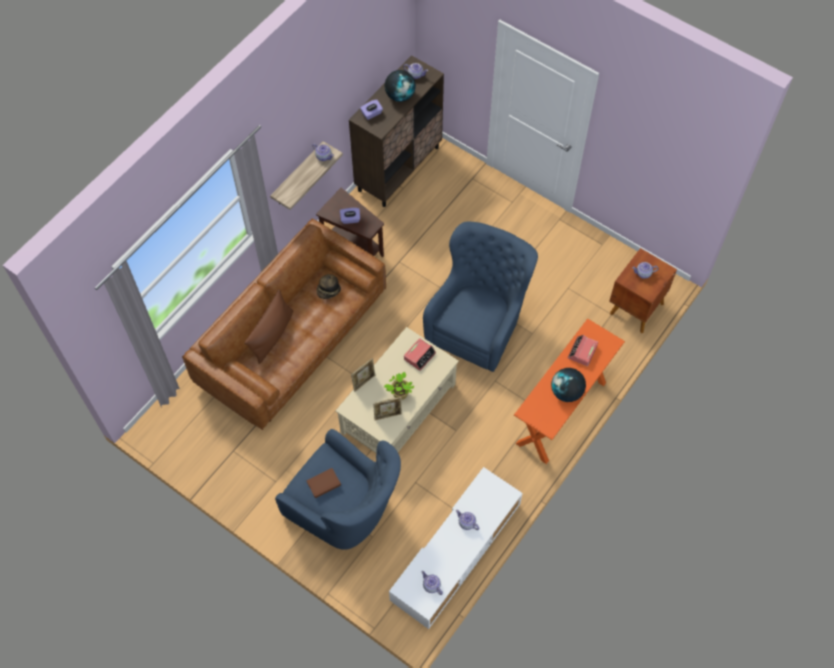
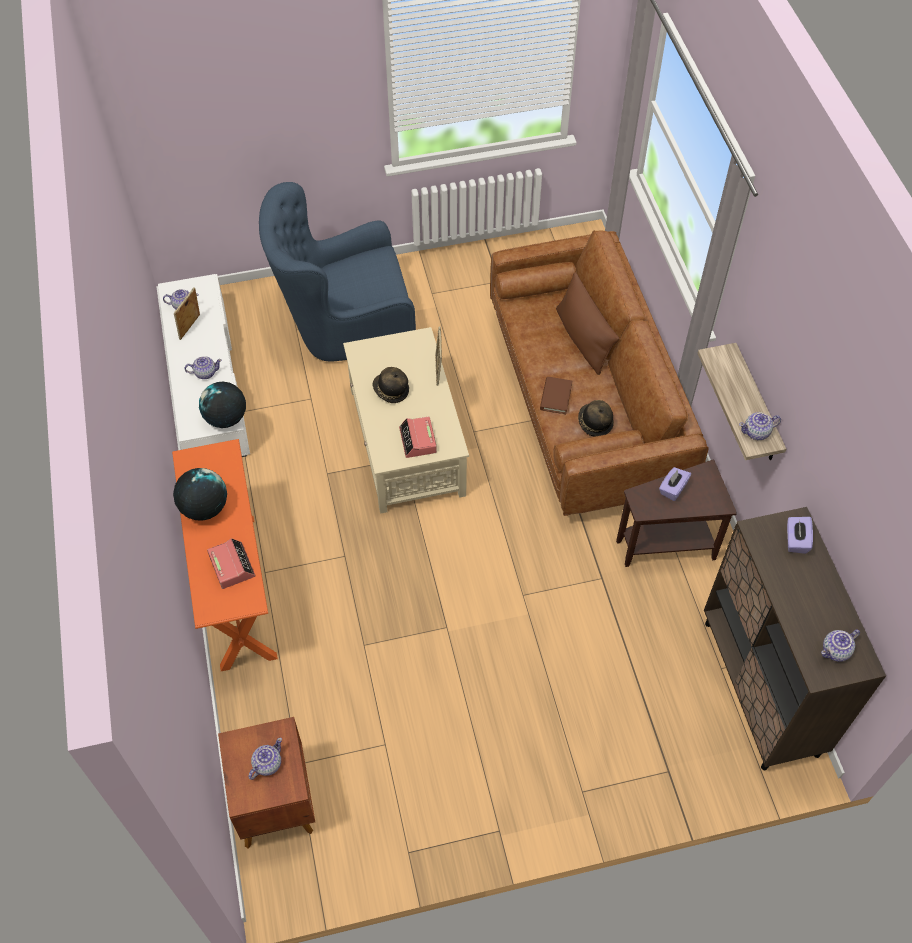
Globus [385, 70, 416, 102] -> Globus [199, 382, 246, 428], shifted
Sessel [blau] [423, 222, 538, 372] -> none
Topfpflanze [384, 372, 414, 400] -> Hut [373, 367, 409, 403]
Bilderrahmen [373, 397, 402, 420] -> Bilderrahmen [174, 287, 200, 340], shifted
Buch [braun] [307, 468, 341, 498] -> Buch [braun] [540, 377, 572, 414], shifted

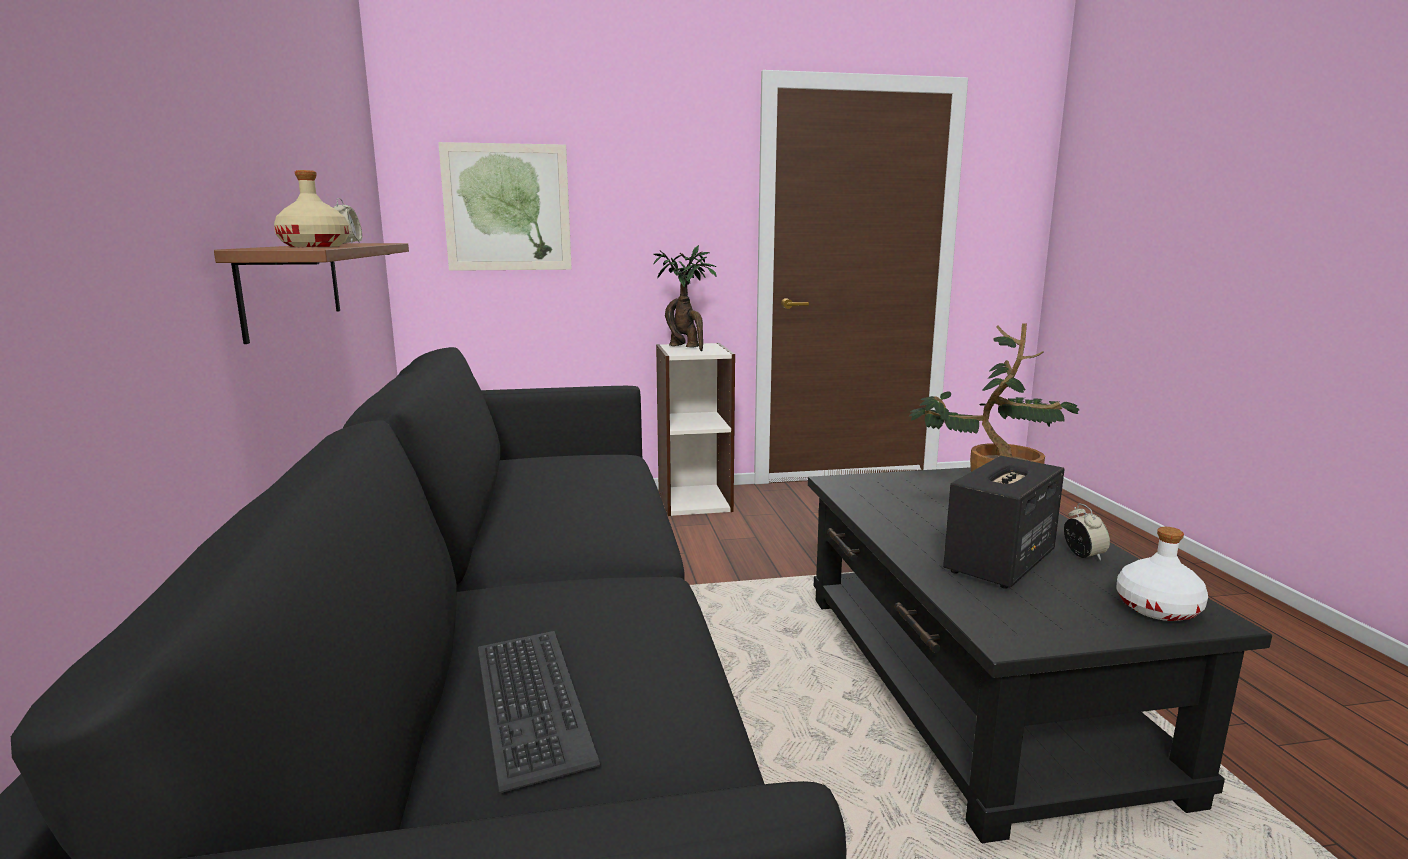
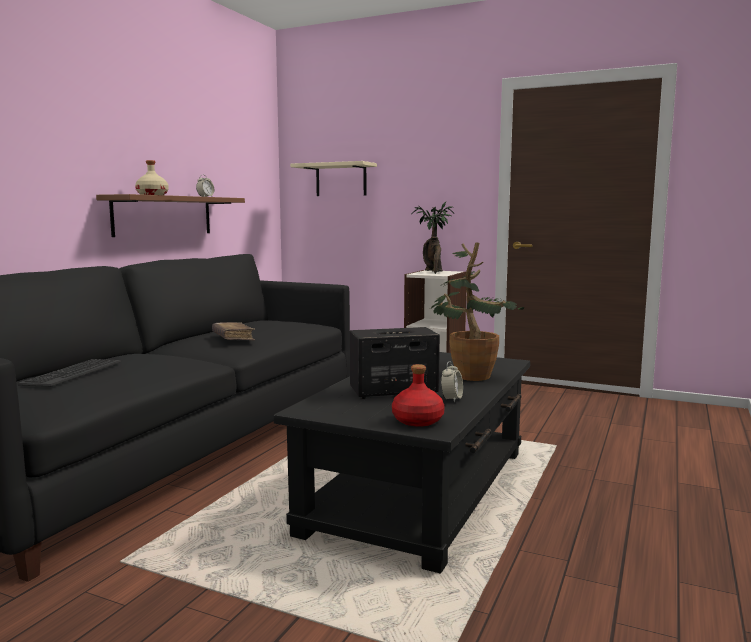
Bild [438, 142, 572, 271] -> Wandregal [beige] [290, 161, 377, 196]
Flasche [weiß] [1116, 527, 1208, 621] -> Flasche [rot] [392, 364, 445, 427]
none -> Buch [braun] [212, 322, 255, 340]

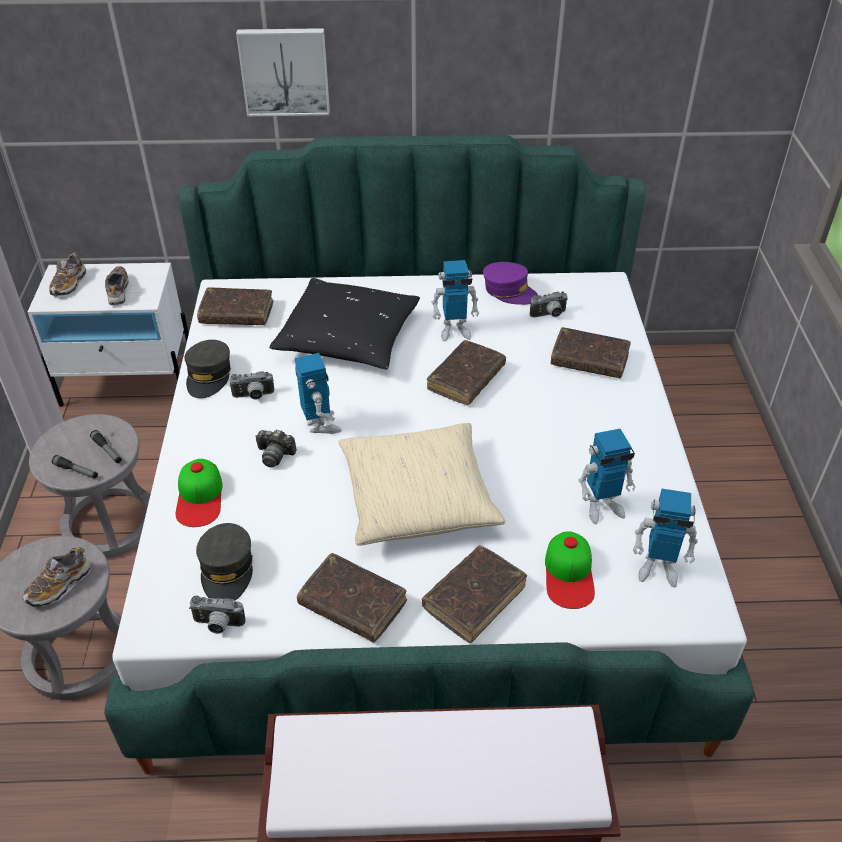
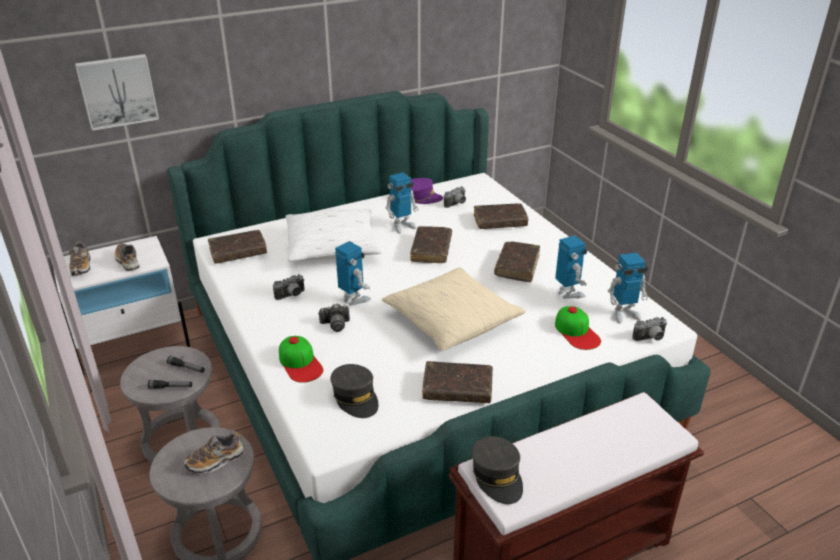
Bild [236, 28, 330, 116] -> Bild [75, 54, 159, 131], shifted
Kissen [schwarz] [269, 278, 420, 370] -> Kissen [weiß] [285, 209, 382, 262]
Kappe [grau] [184, 340, 231, 398] -> Kappe [grau] [472, 436, 523, 504], shifted
Spielzeugroboter [578, 429, 636, 524] -> Spielzeugroboter [555, 235, 587, 298], 75 degrees counterclockwise
Buch [braun] [422, 546, 527, 643] -> Buch [braun] [494, 242, 540, 282], shifted
Schuh [22, 547, 92, 607] -> Schuh [183, 433, 244, 474], 45 degrees clockwise
Kamera [189, 595, 246, 634] -> Kamera [632, 317, 667, 341], shifted

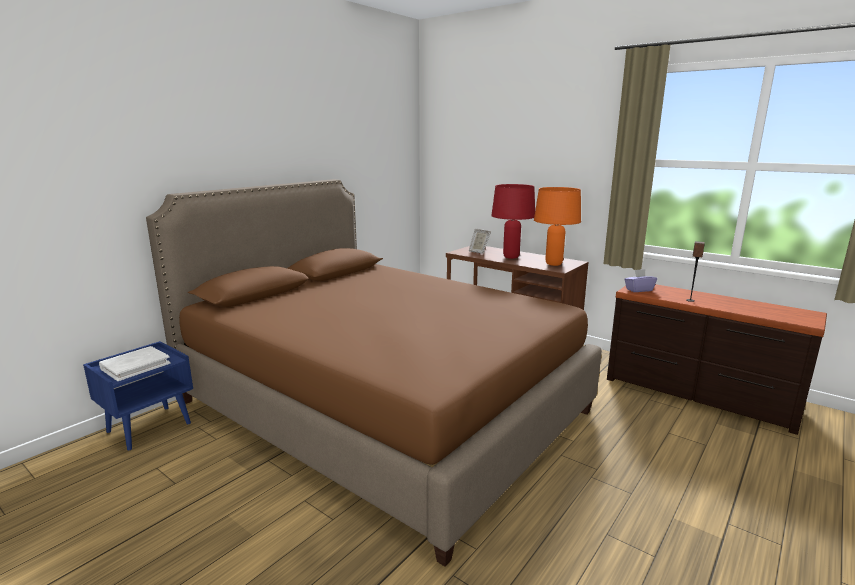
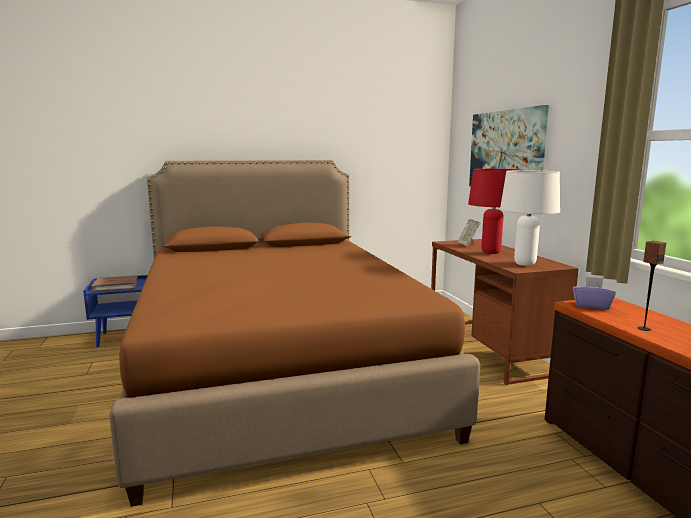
Tischlampe [orange] [534, 187, 581, 266] -> Tischlampe [weiß] [500, 170, 560, 266]
Buch [weiß] [99, 346, 170, 381] -> Buch [braun] [92, 275, 138, 292]
none -> Bild [469, 105, 549, 186]

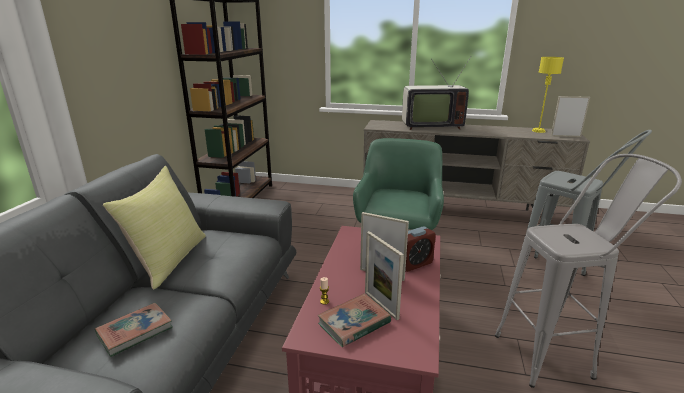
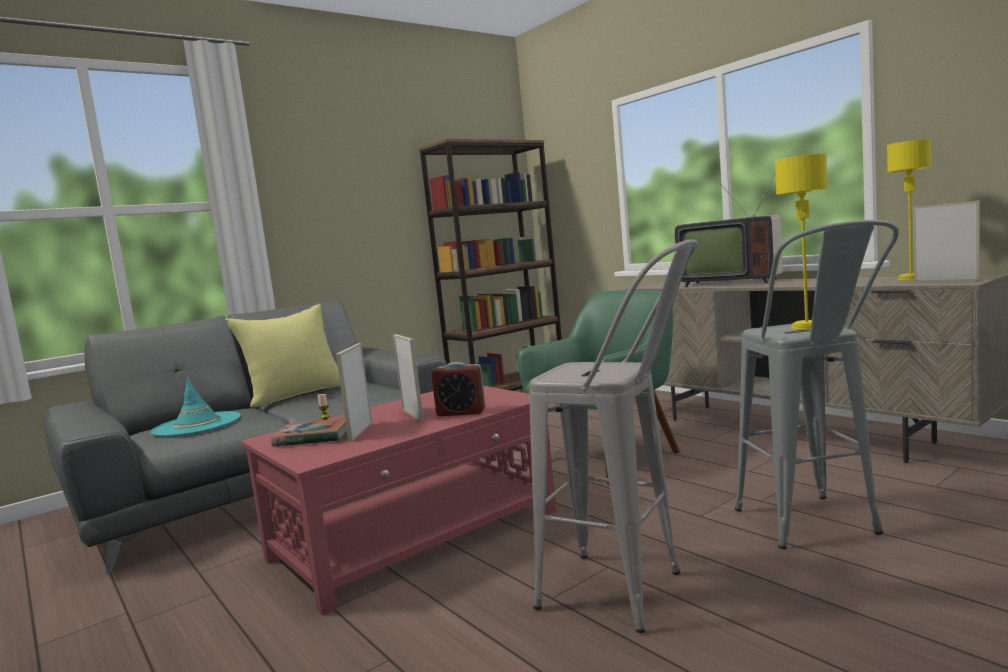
Buch [95, 303, 173, 357] -> Hut [türkis] [151, 377, 241, 437]
none -> Tischlampe [gelb] [775, 153, 828, 330]

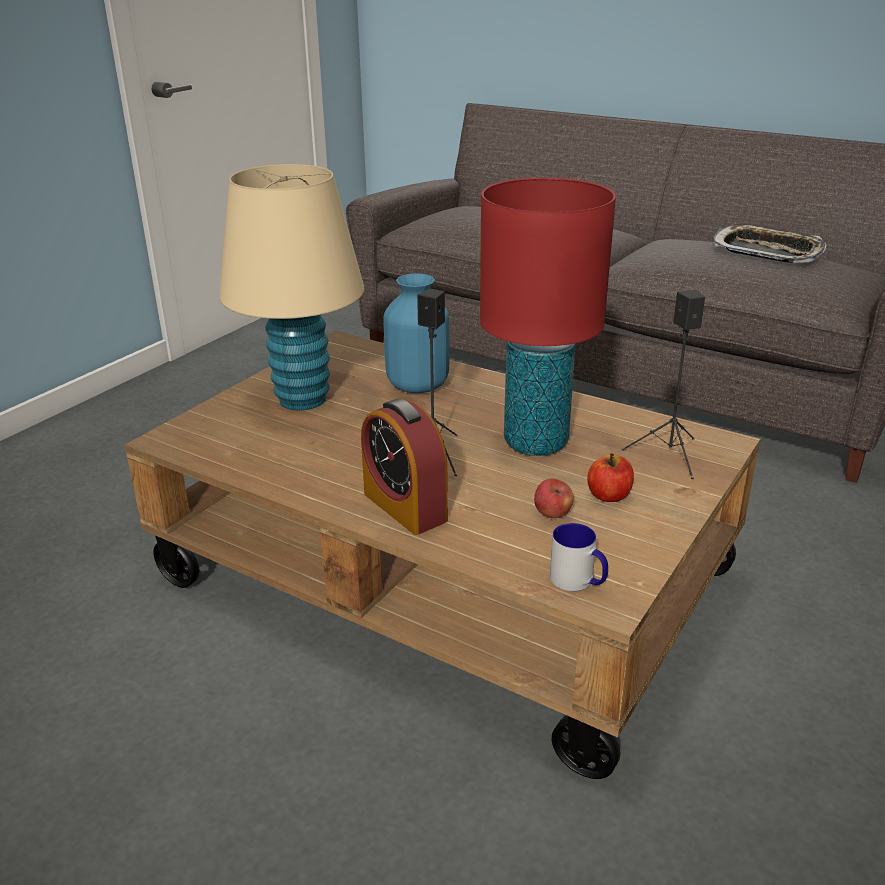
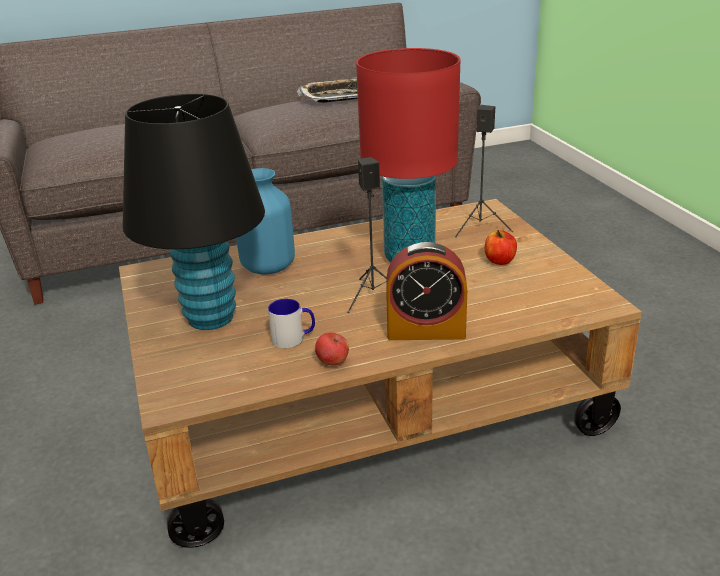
Tischlampe [beige] [219, 164, 364, 410] -> Tischlampe [schwarz] [123, 94, 265, 330]
Apfel [534, 478, 574, 518] -> Apfel [315, 332, 349, 365], shifted
Henkelbecher [550, 523, 608, 591] -> Henkelbecher [268, 299, 315, 348], shifted

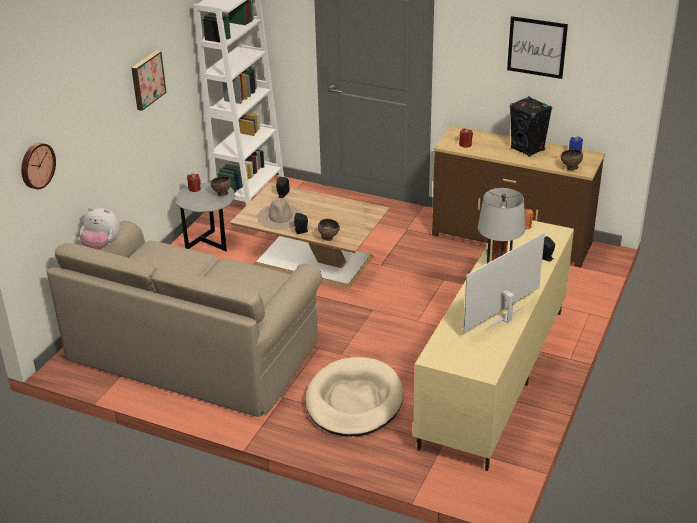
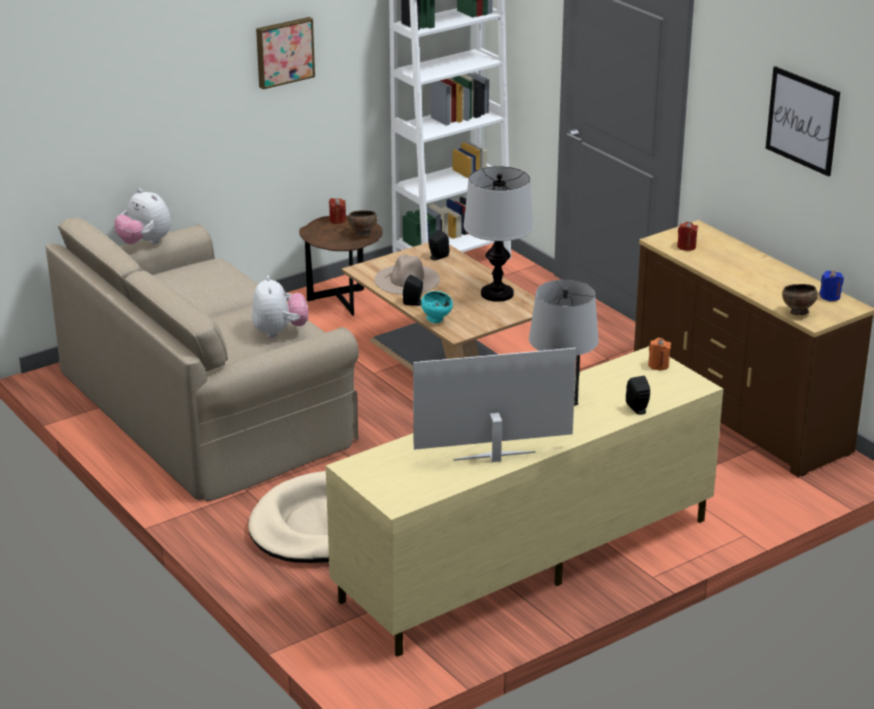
Lautsprecher [schwarz] [510, 96, 552, 157] -> none
Wanduhr [21, 143, 56, 189] -> none
Beistelltisch [grau] [175, 182, 235, 252] -> Beistelltisch [braun] [299, 216, 383, 316]
Schüssel [braun] [318, 219, 340, 241] -> Schüssel [türkis] [421, 291, 453, 323]
none -> Tischlampe [464, 166, 534, 302]
none -> Plüschtier [252, 276, 308, 338]

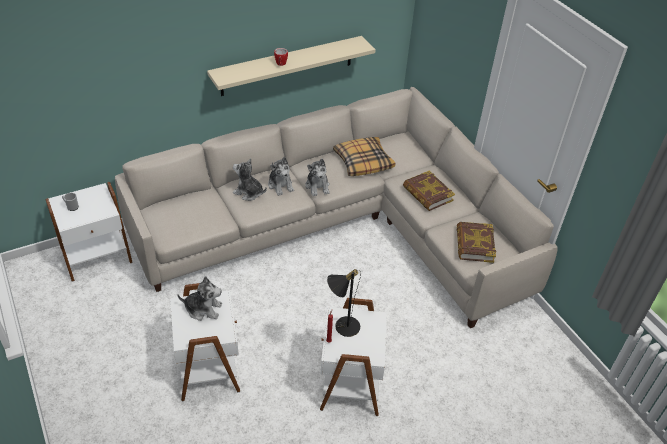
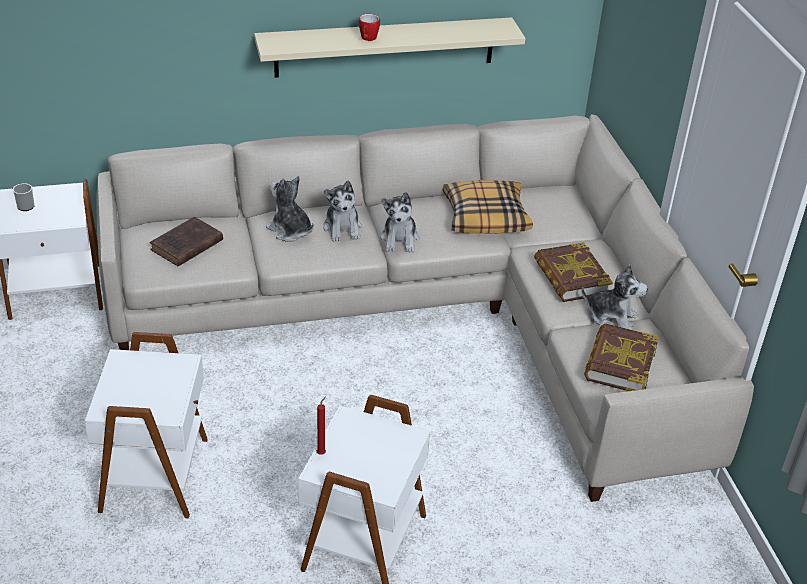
Tischlampe [schwarz] [327, 269, 361, 337] -> none
Plüschtier [177, 276, 222, 321] -> Plüschtier [581, 264, 648, 330], shifted
none -> Buch [braun] [150, 217, 223, 266]

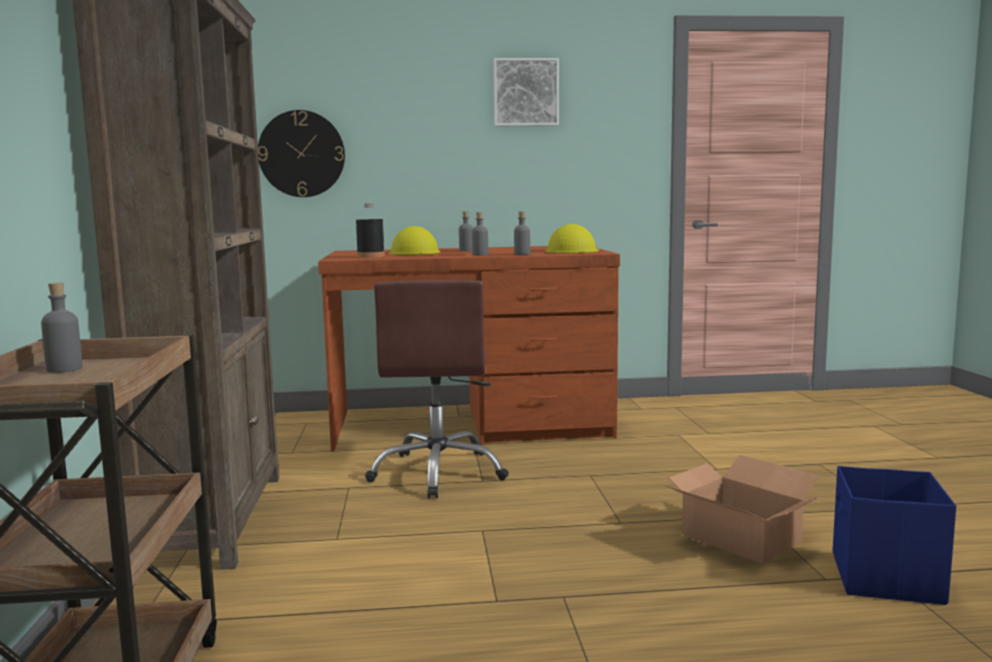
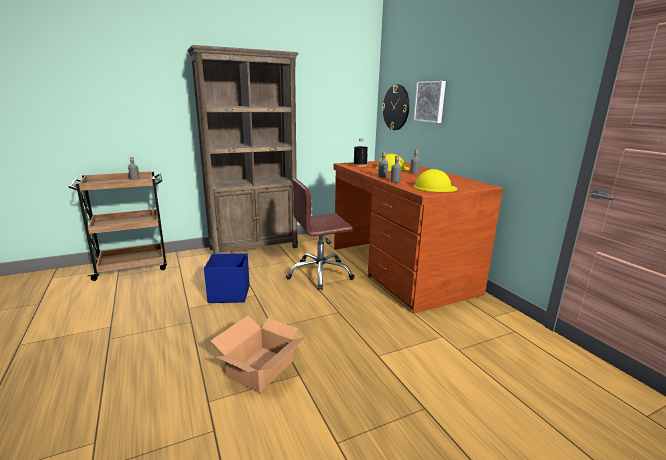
Bild [493, 58, 559, 126] -> Bild [414, 81, 446, 123], shifted
Aufbewahrungsbox [blau] [833, 466, 956, 605] -> Aufbewahrungsbox [blau] [204, 253, 250, 303], shifted

